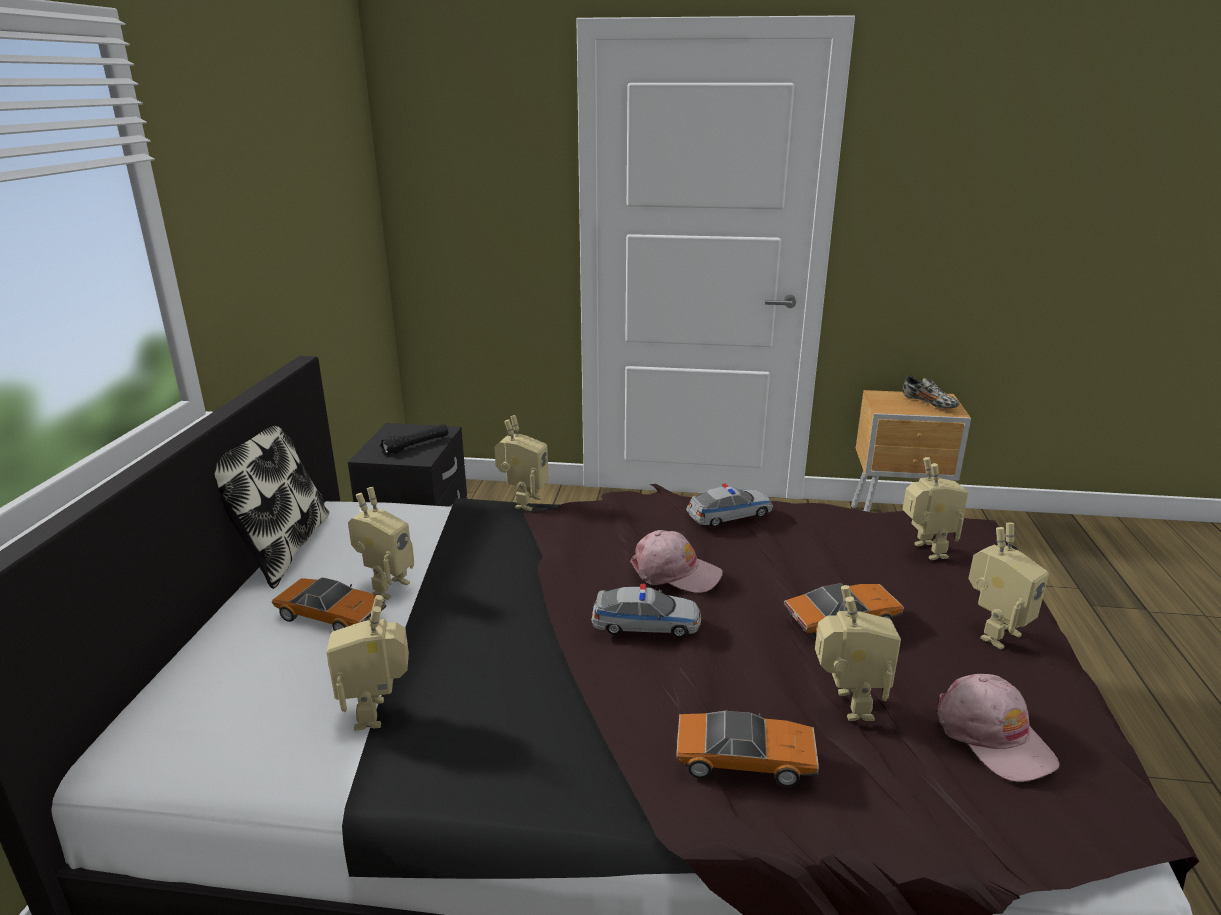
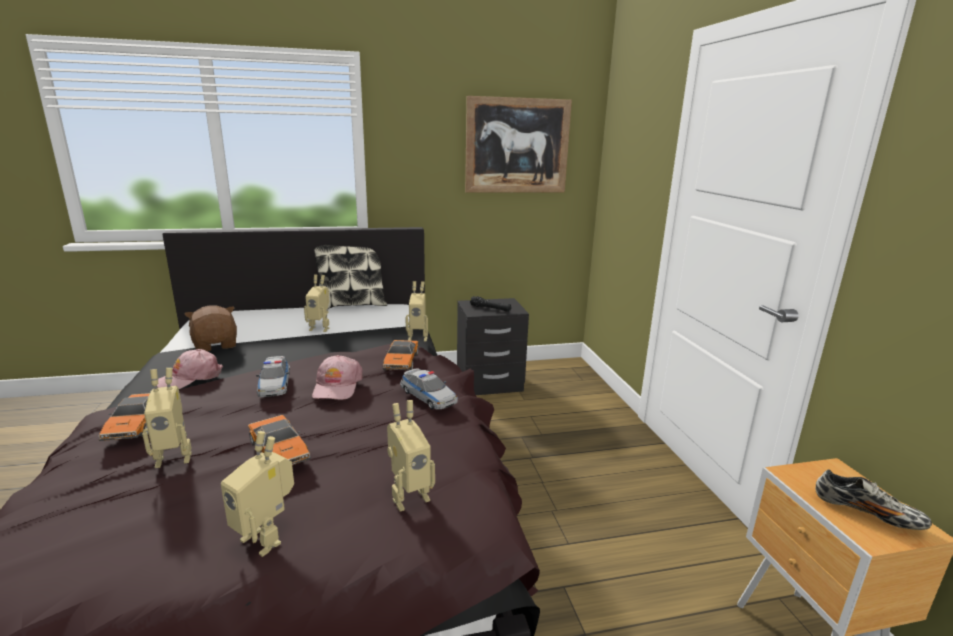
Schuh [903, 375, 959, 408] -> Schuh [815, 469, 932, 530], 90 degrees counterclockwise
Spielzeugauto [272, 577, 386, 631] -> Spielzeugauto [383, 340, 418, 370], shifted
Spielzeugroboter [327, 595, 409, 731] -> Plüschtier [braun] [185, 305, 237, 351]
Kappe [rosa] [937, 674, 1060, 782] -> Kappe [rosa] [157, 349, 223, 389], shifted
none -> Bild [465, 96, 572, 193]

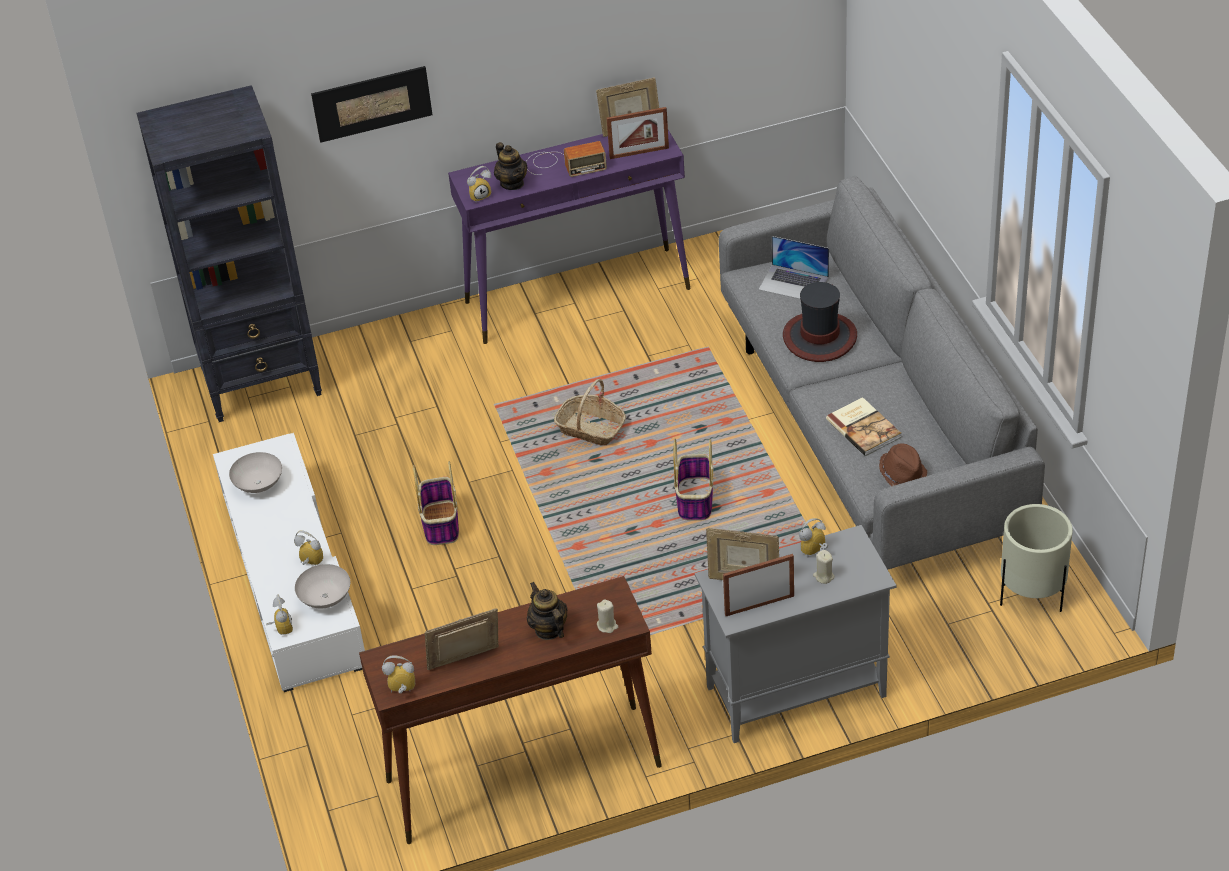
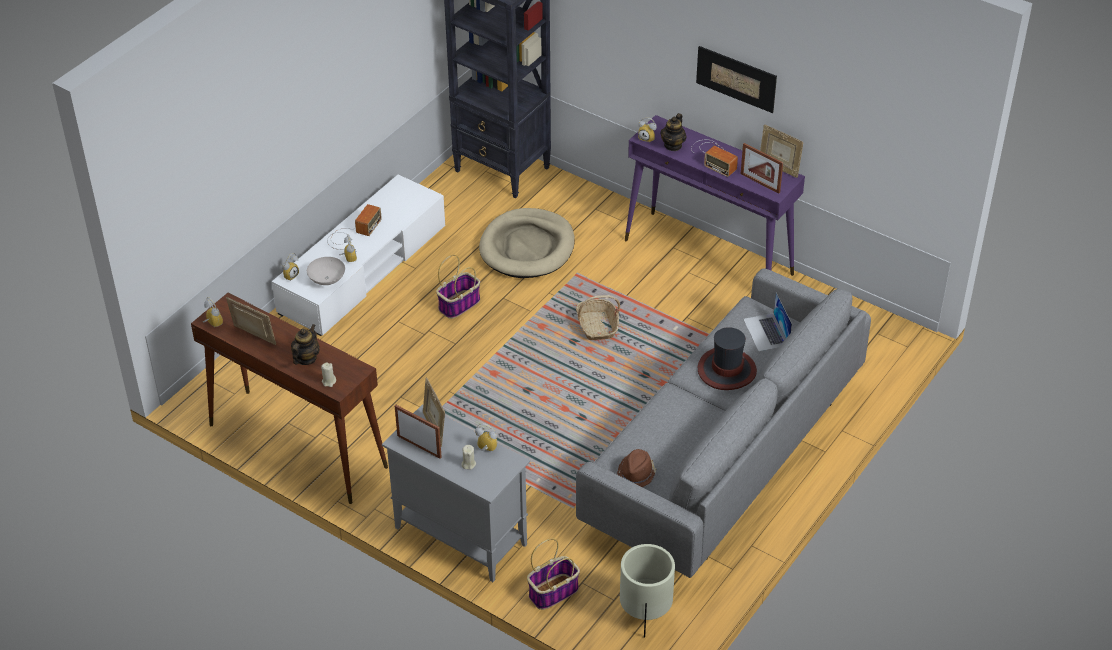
Bild [311, 66, 432, 143] -> Bild [696, 46, 777, 113], shifted
Buch [826, 397, 901, 456] -> none
Korb [673, 439, 713, 520] -> Korb [527, 538, 580, 610], shifted
Schüssel [weiß] [229, 452, 282, 493] -> none
none -> Radio [327, 204, 382, 250]
none -> Hundebett [beige] [479, 208, 575, 278]

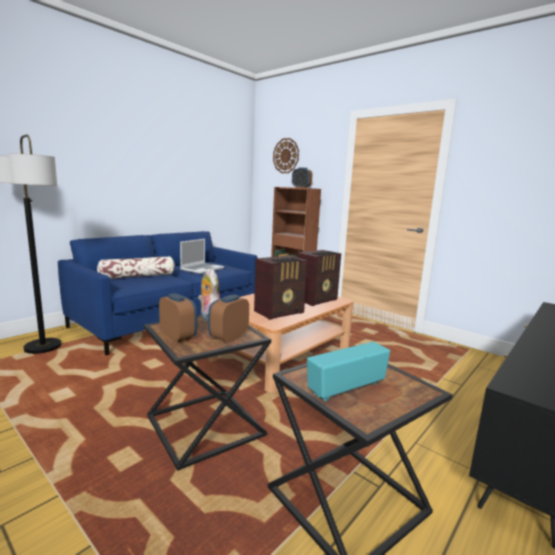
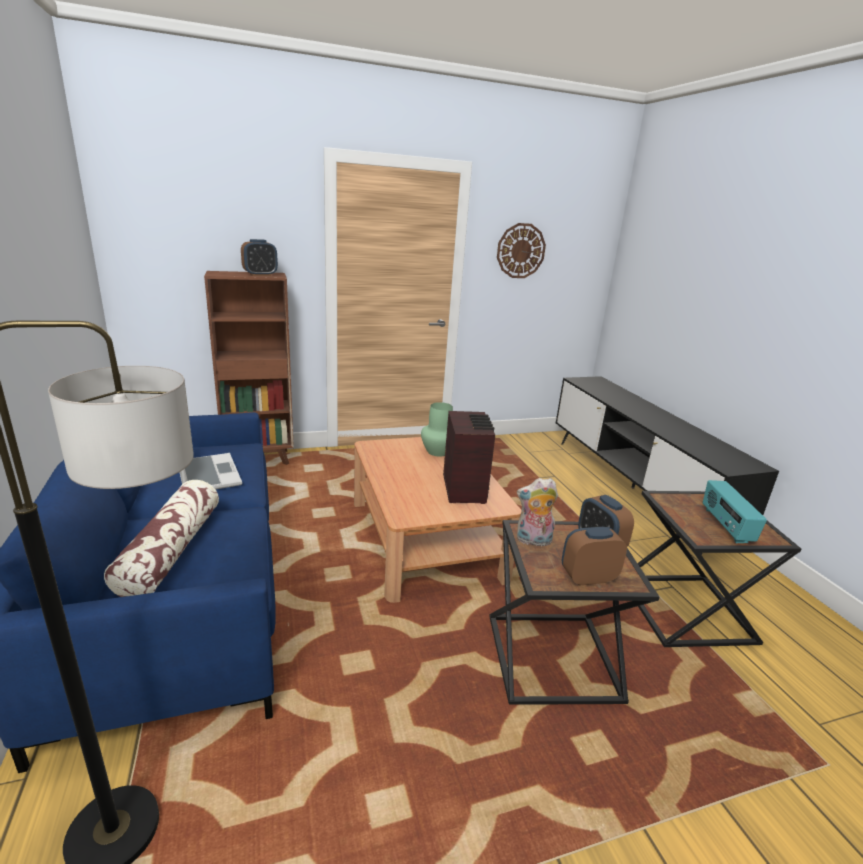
Wanduhr [273, 138, 299, 173] -> Wanduhr [497, 223, 546, 278], shifted
Radio [297, 250, 341, 306] -> Vase [grün] [421, 402, 453, 457]

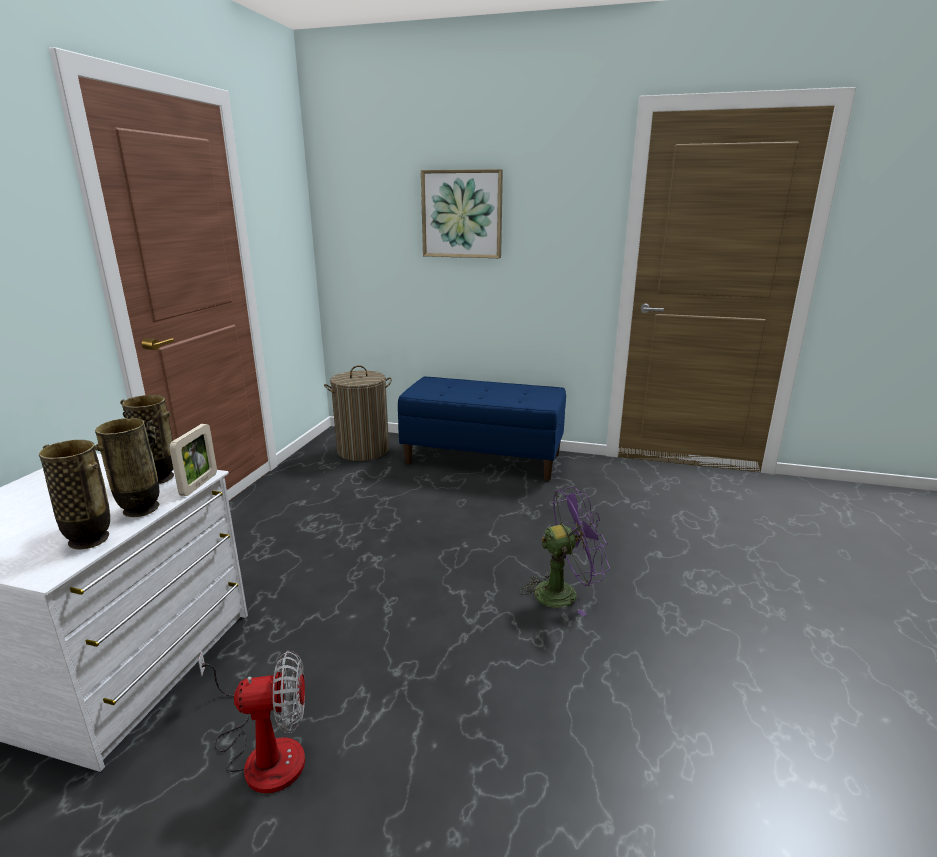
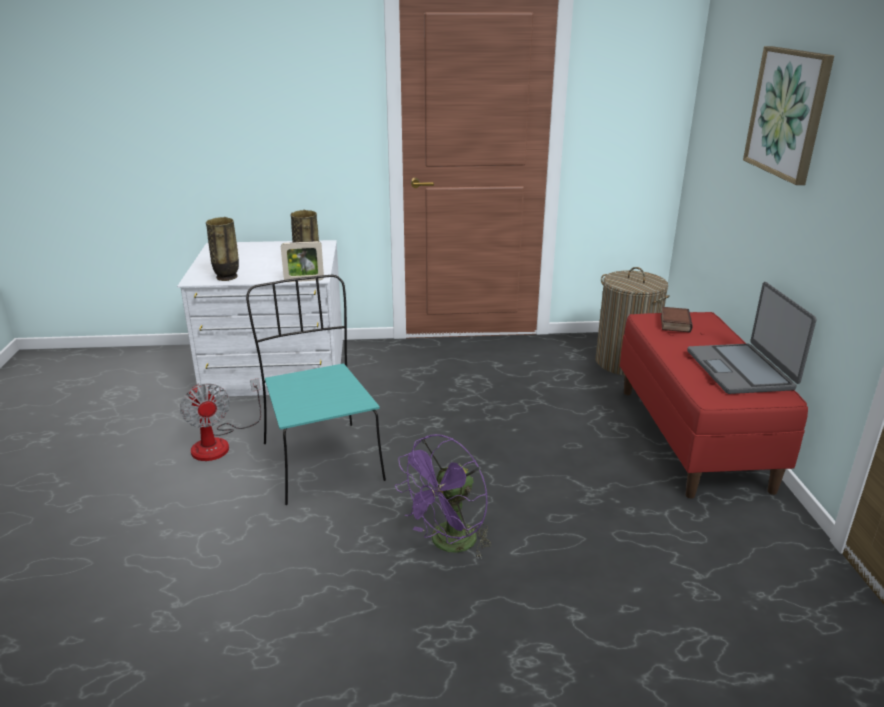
Bank [blau] [398, 377, 566, 481] -> Bank [rot] [620, 312, 808, 499]
Vase [95, 418, 159, 517] -> none
Ventilator [lila] [520, 487, 610, 617] -> Ventilator [lila] [395, 434, 492, 557], 75 degrees clockwise
none -> Stuhl [türkis] [246, 275, 386, 505]
none -> Laptop [687, 282, 817, 394]
none -> Buch [661, 307, 693, 332]

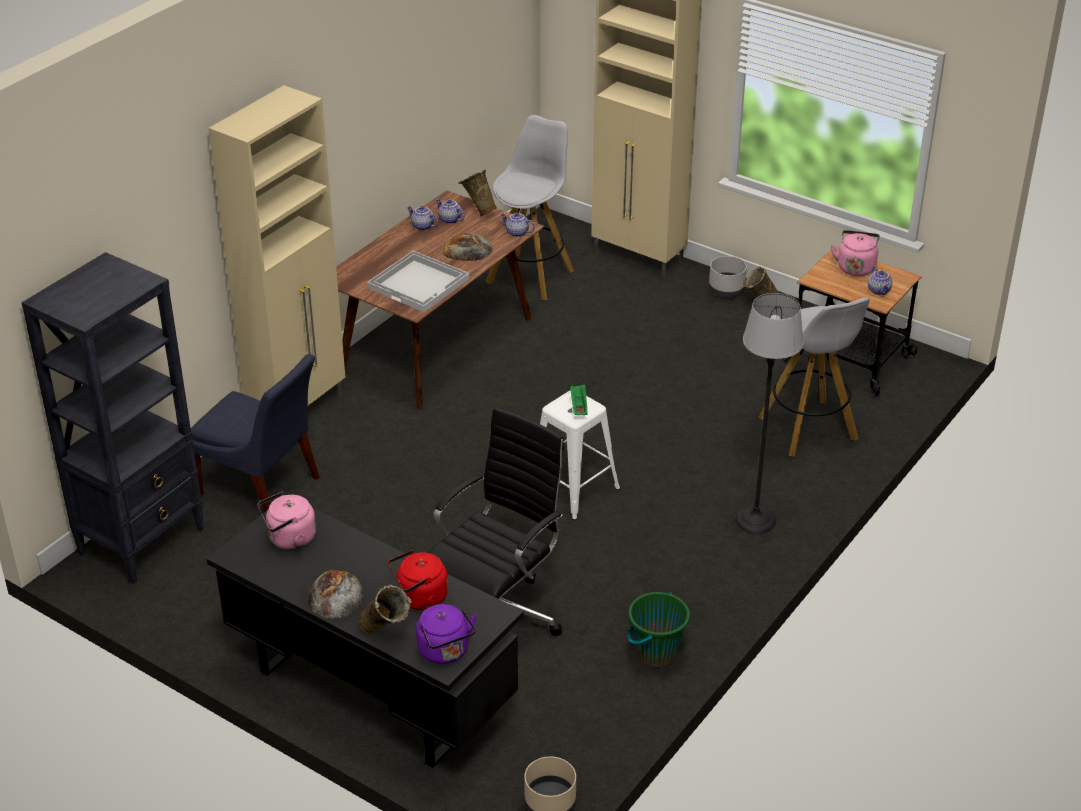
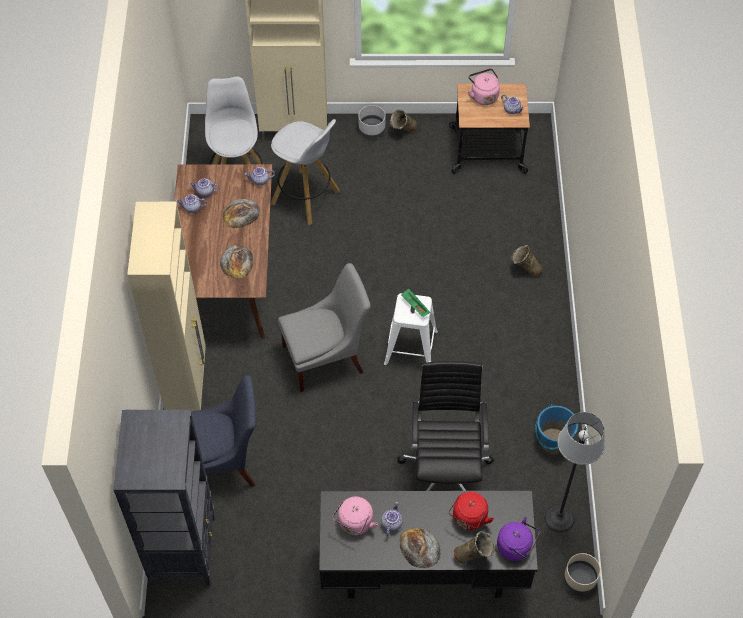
Vase [beige] [459, 170, 497, 216] -> Vase [beige] [511, 245, 542, 276], shifted
Tablett [weiß] [367, 251, 469, 312] -> Brot [220, 245, 253, 278]
Stehlampe [735, 293, 804, 534] -> Stehlampe [544, 412, 605, 533], shifted
Hocker [weiß] [758, 298, 870, 456] -> Hocker [weiß] [271, 119, 339, 225], shifted
Eimer [grün] [628, 592, 690, 668] -> Eimer [blau] [535, 404, 578, 453]
none -> Stuhl [grau] [278, 263, 371, 392]
none -> Teekanne [381, 502, 403, 536]

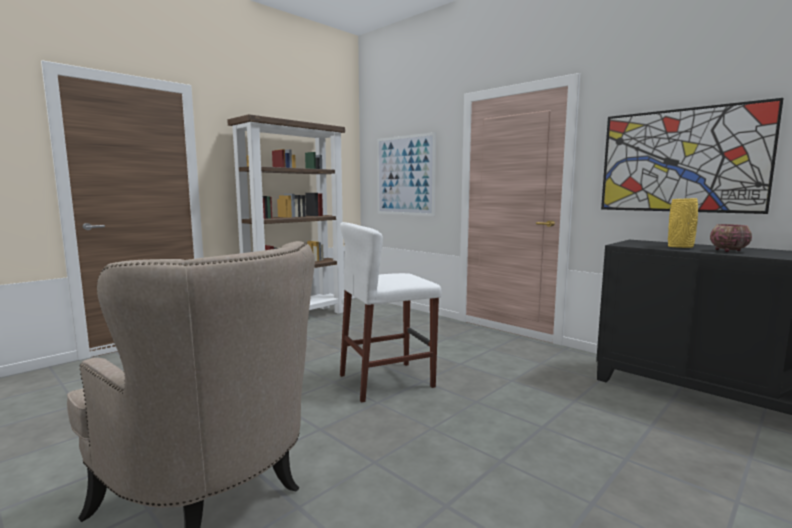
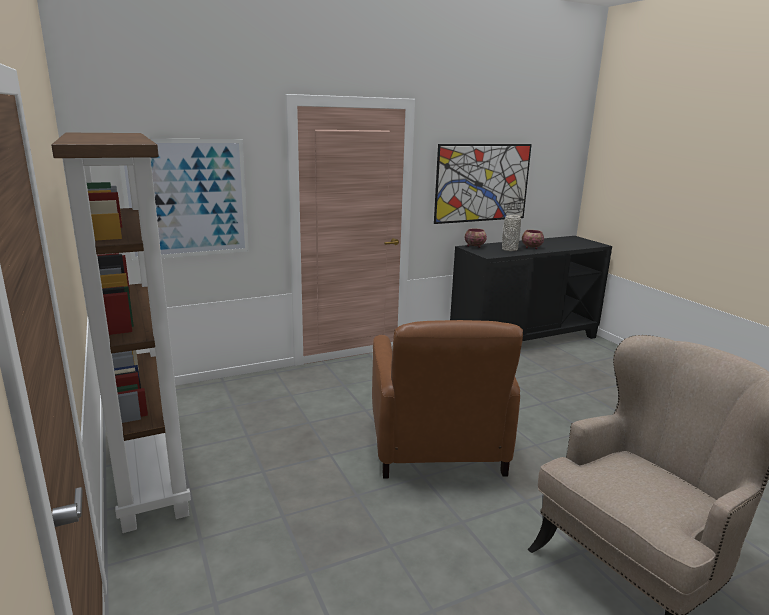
Vase [gelb] [668, 198, 698, 248] -> Vase [grau] [502, 215, 521, 251]
Hocker [weiß] [340, 222, 442, 403] -> Sessel [braun] [372, 320, 523, 479]
none -> Schüssel [465, 228, 487, 248]

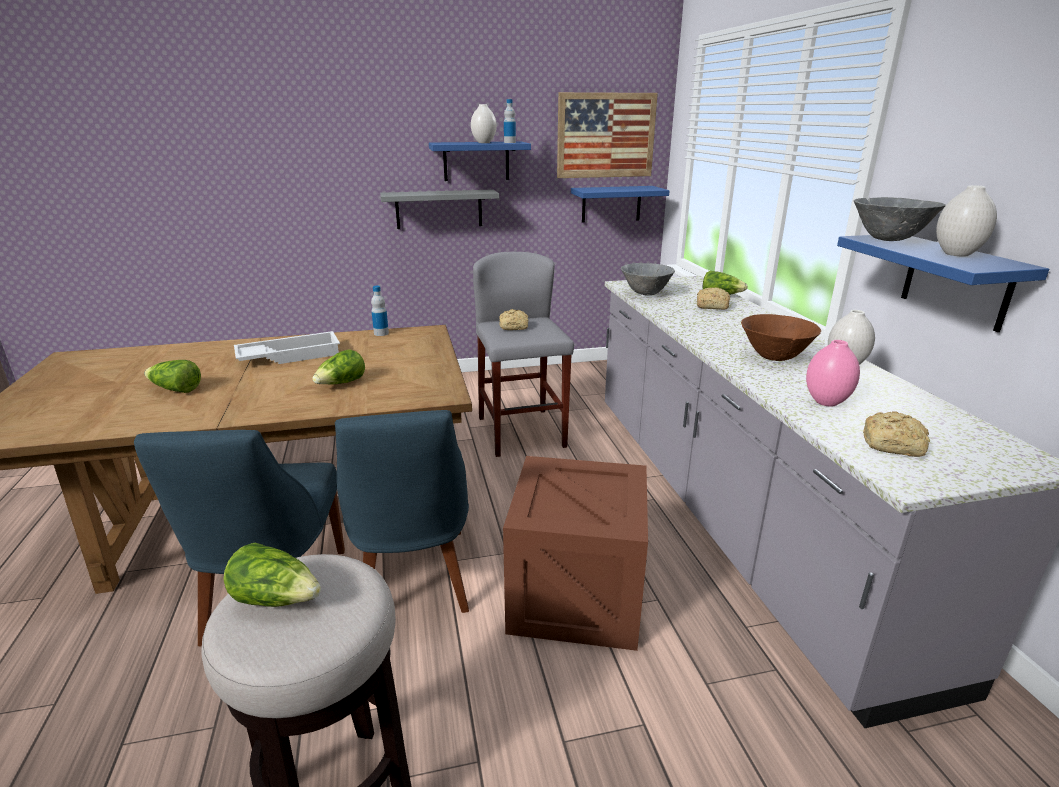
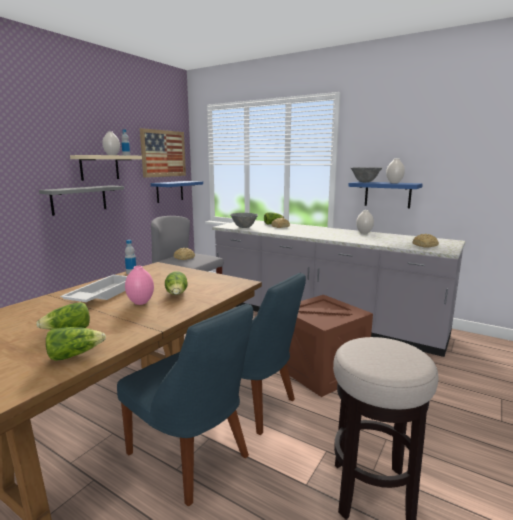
Wandregal [blau] [429, 142, 531, 181] -> Wandregal [beige] [70, 155, 142, 181]
Schüssel [braun] [741, 314, 821, 361] -> none
Vase [rosa] [806, 340, 860, 407] -> Vase [rosa] [125, 266, 154, 305], shifted
Salatkopf [223, 543, 321, 607] -> Salatkopf [46, 327, 106, 361], shifted

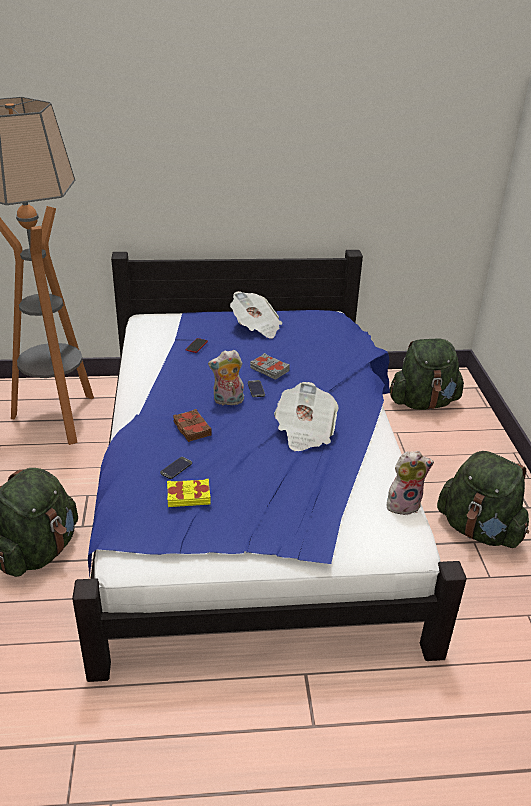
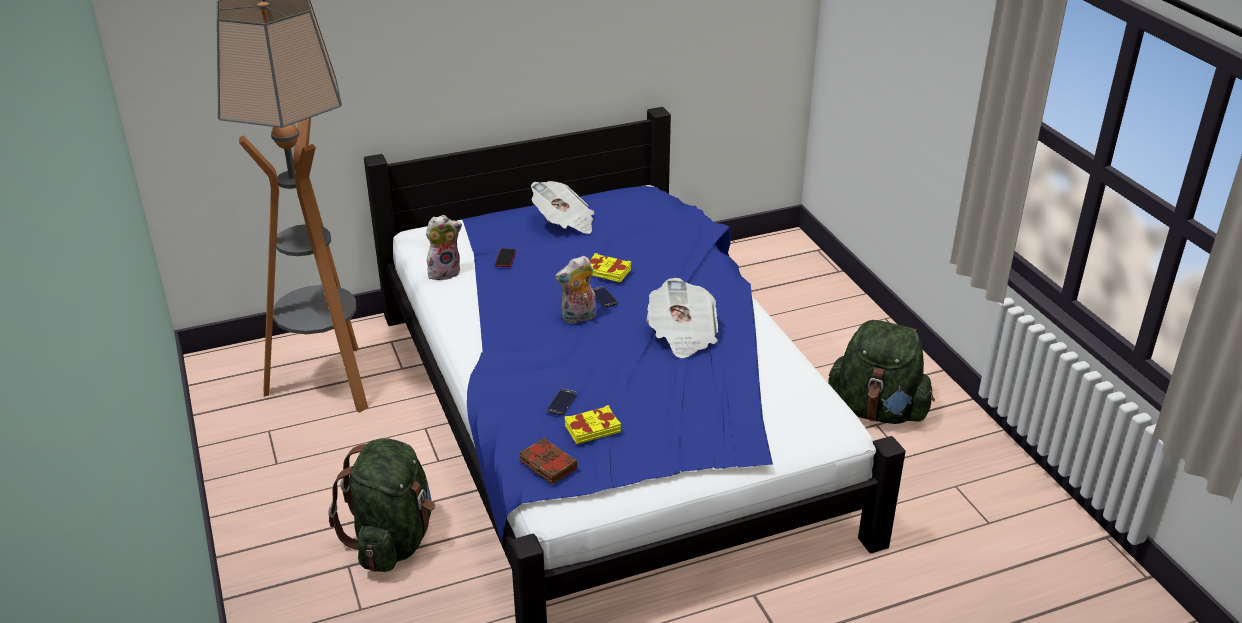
Rucksack [grün] [390, 339, 464, 410] -> none
Buch [grau] [250, 353, 290, 380] -> Buch [gelb] [590, 253, 631, 282]
Buch [braun] [173, 409, 212, 442] -> Buch [braun] [519, 437, 577, 485], shifted
Plüschtier [387, 451, 434, 515] -> Plüschtier [426, 215, 462, 281], shifted

